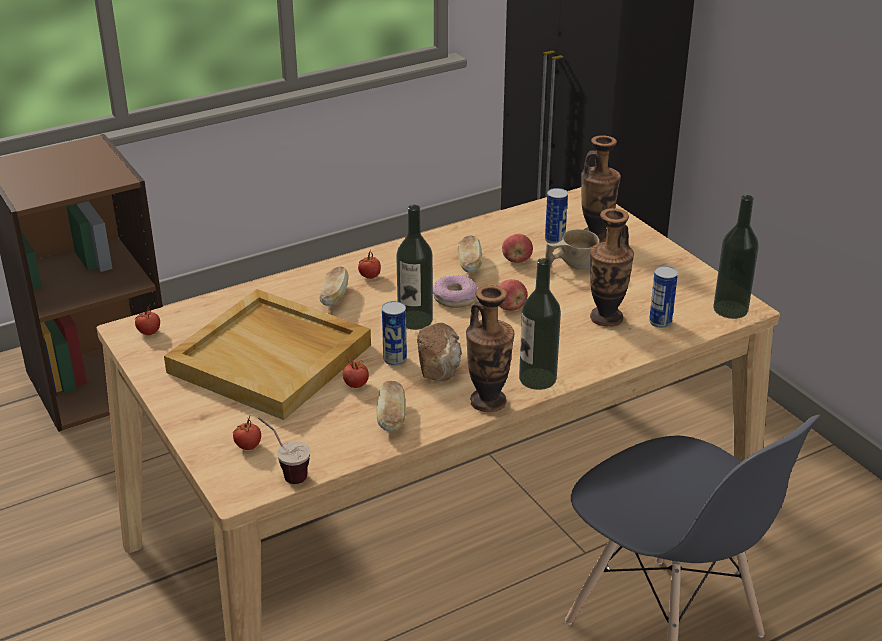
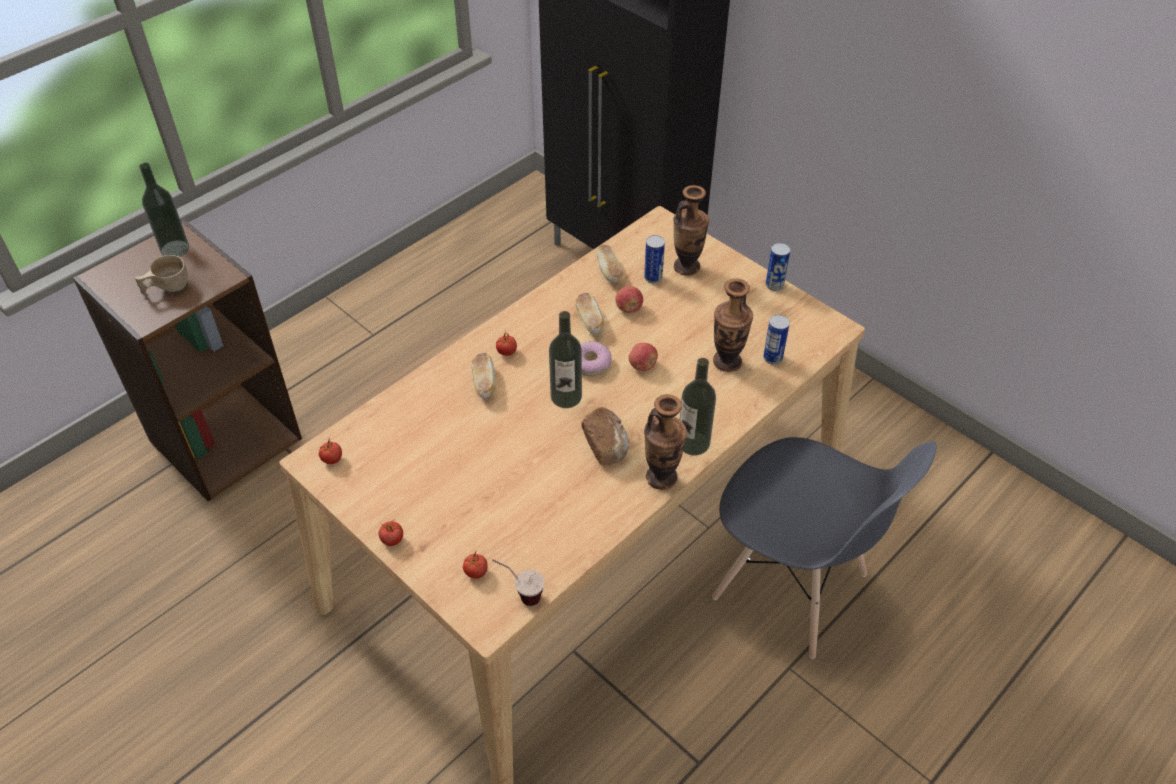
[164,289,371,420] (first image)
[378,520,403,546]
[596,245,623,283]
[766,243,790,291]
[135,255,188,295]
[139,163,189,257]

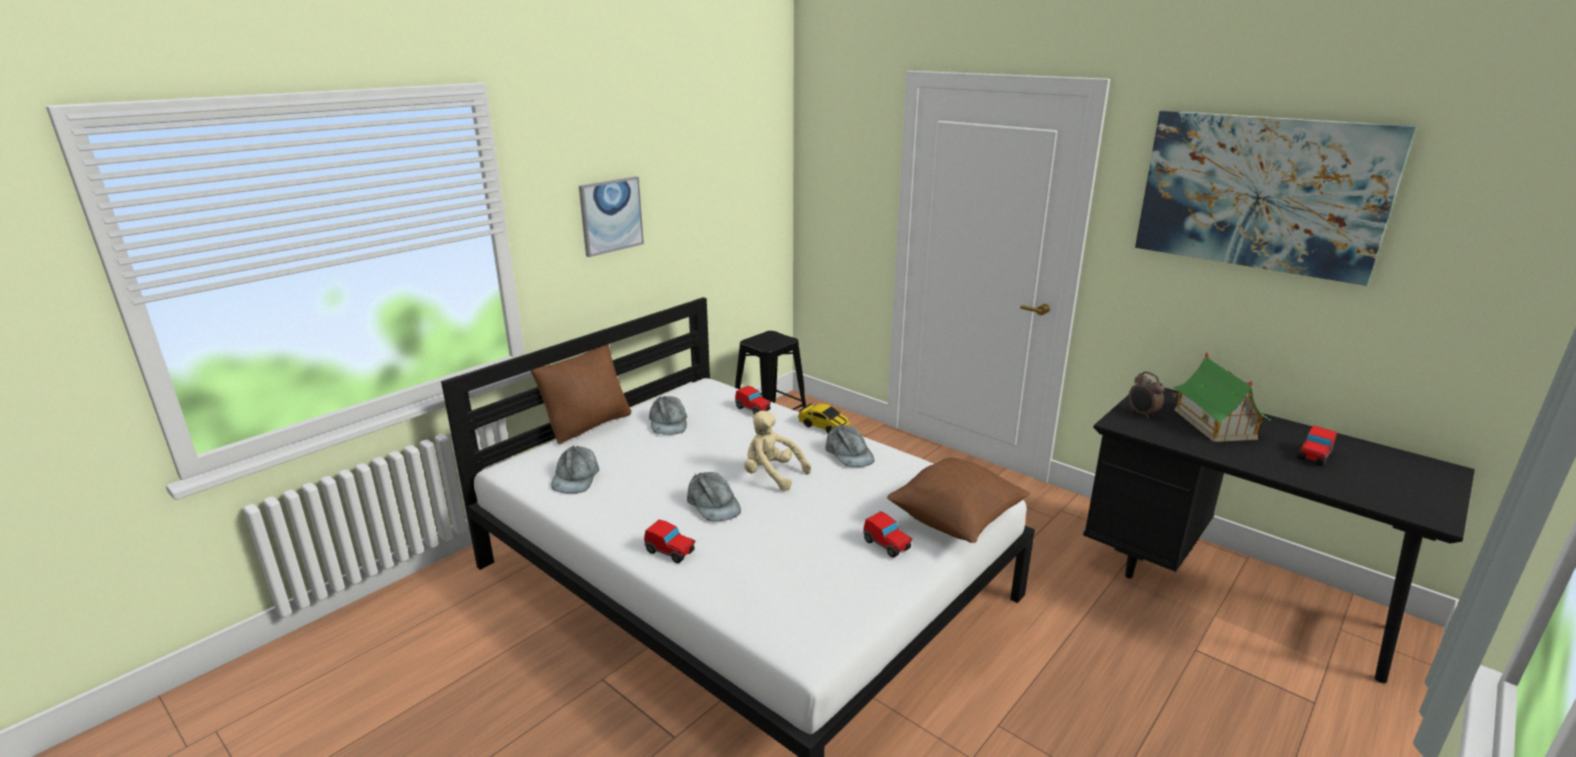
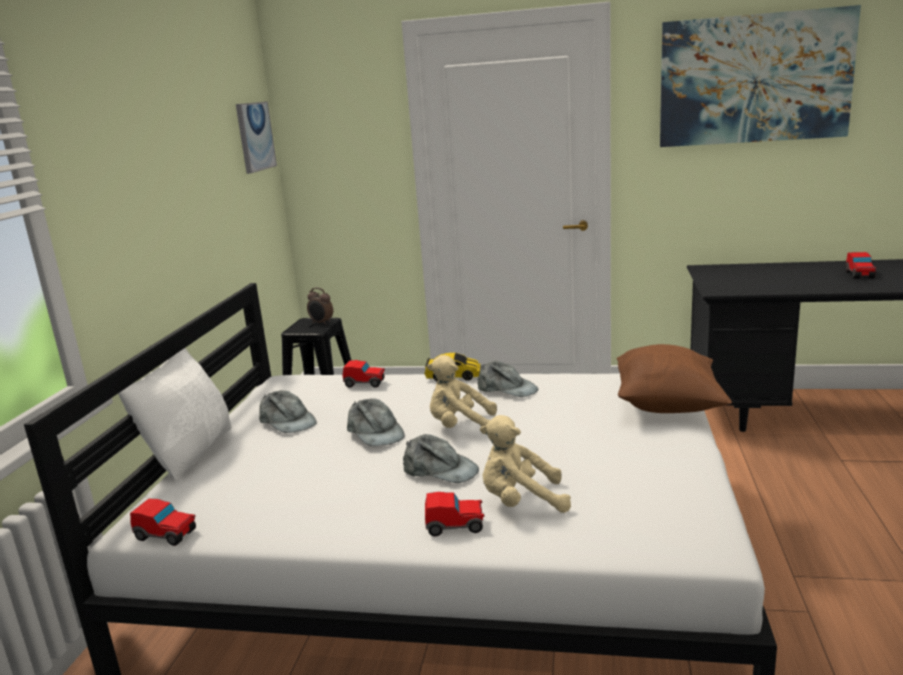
[118,348,232,481]
[347,398,405,446]
[236,102,277,174]
[130,499,196,546]
[307,288,333,325]
[1171,352,1270,442] (first image)
[480,415,571,513]

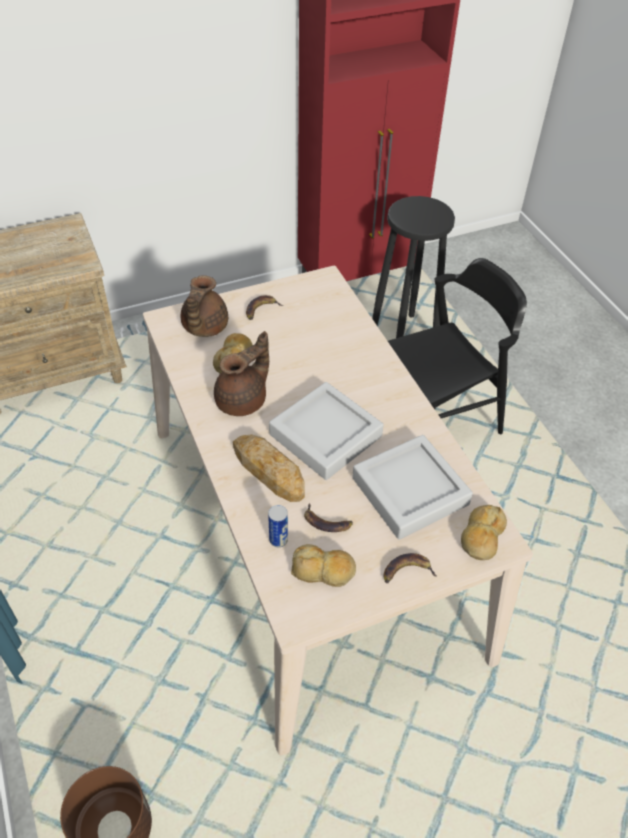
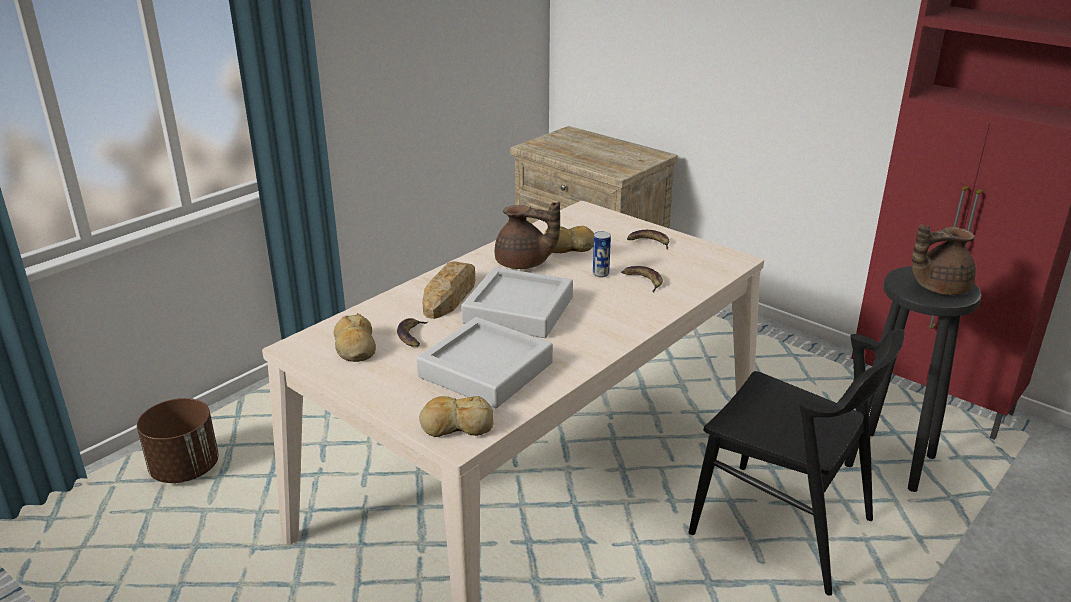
[911,224,976,295]
[593,231,611,277]
[621,266,663,292]

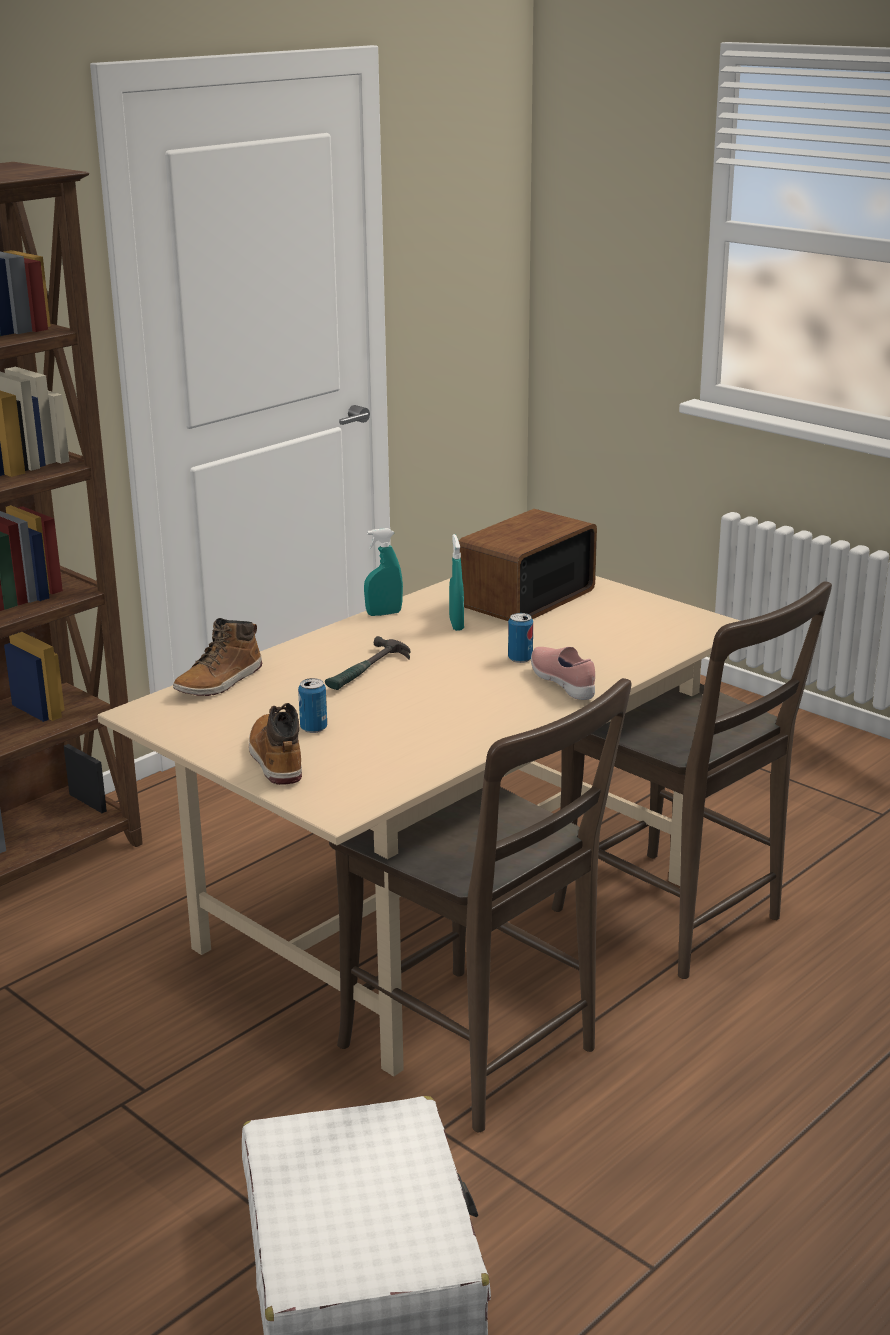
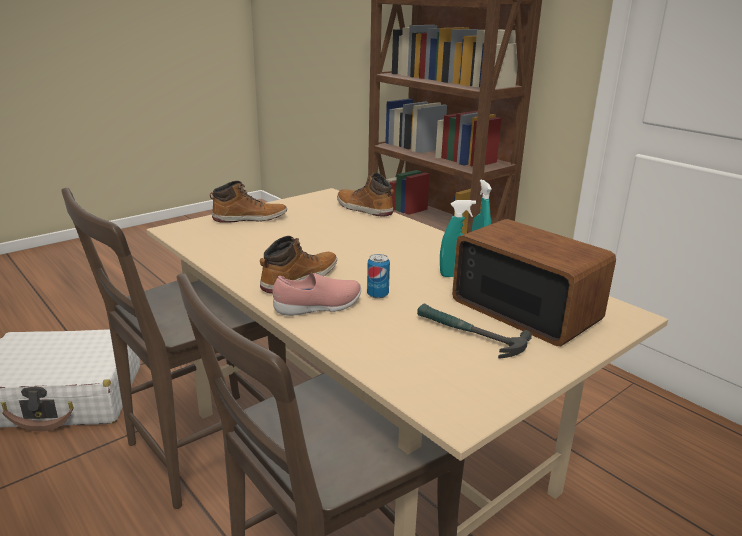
[298,678,327,733] (first image)
[417,304,532,359]
[260,236,337,294]

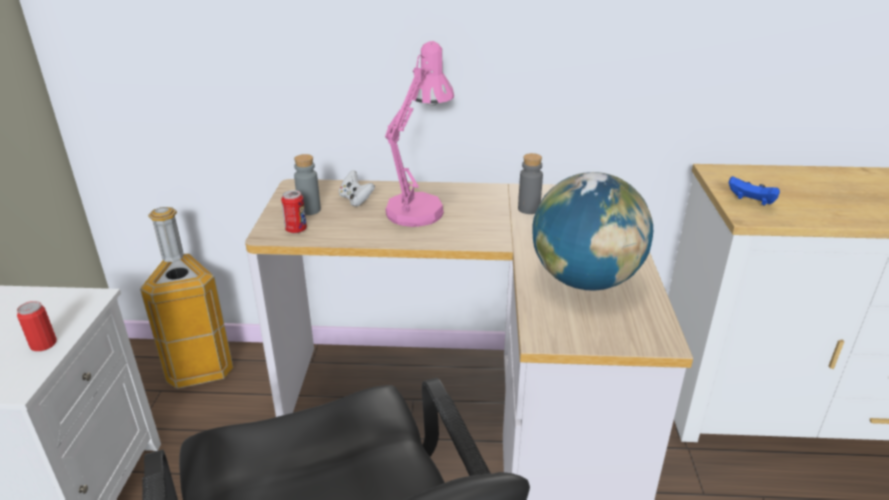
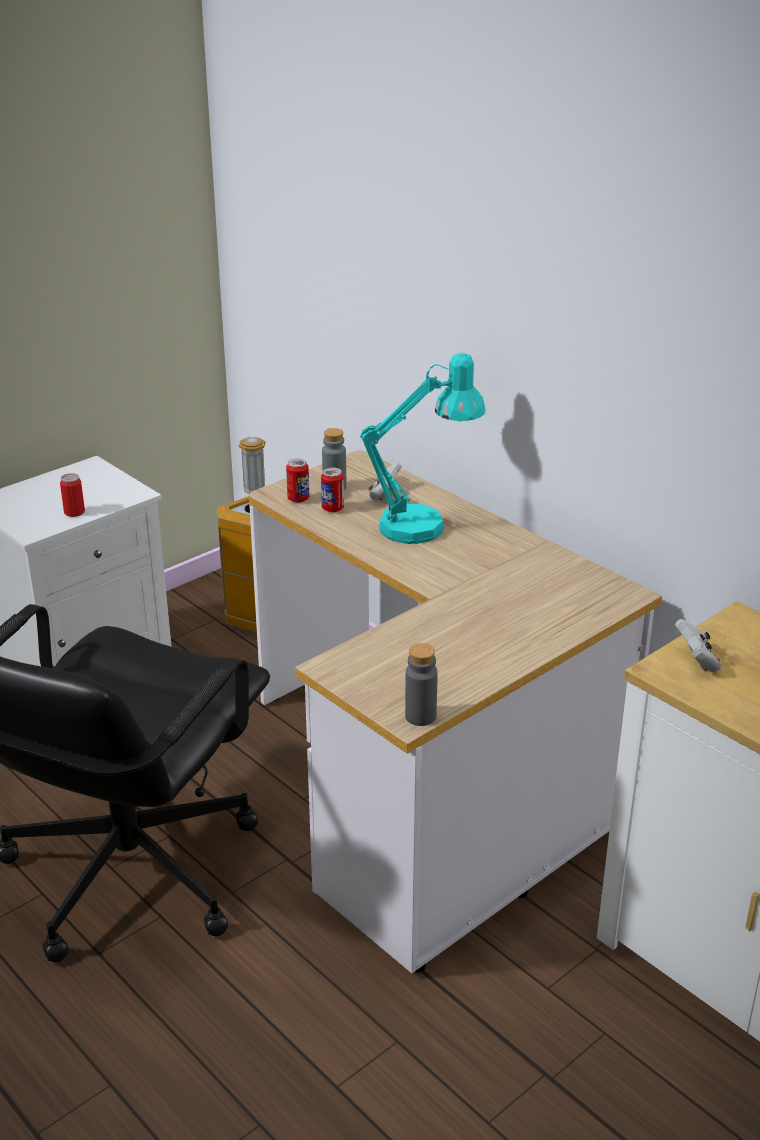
[360,353,486,544]
[405,643,438,726]
[533,172,653,291] (first image)
[675,619,722,672]
[321,468,344,512]

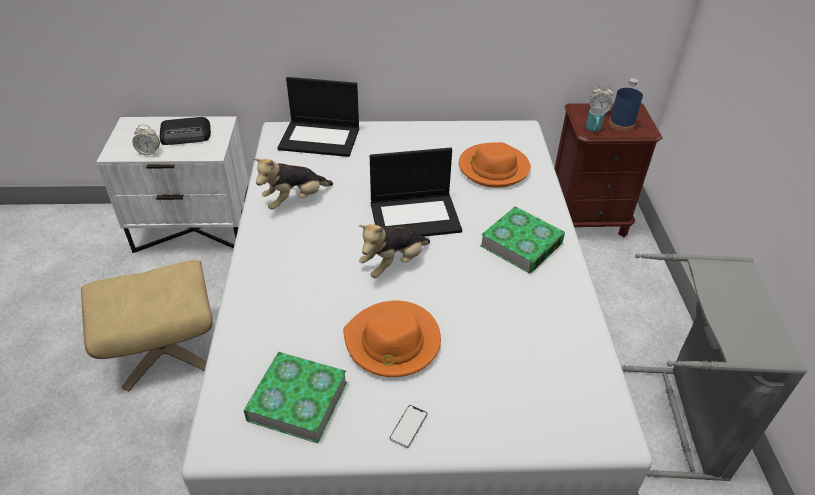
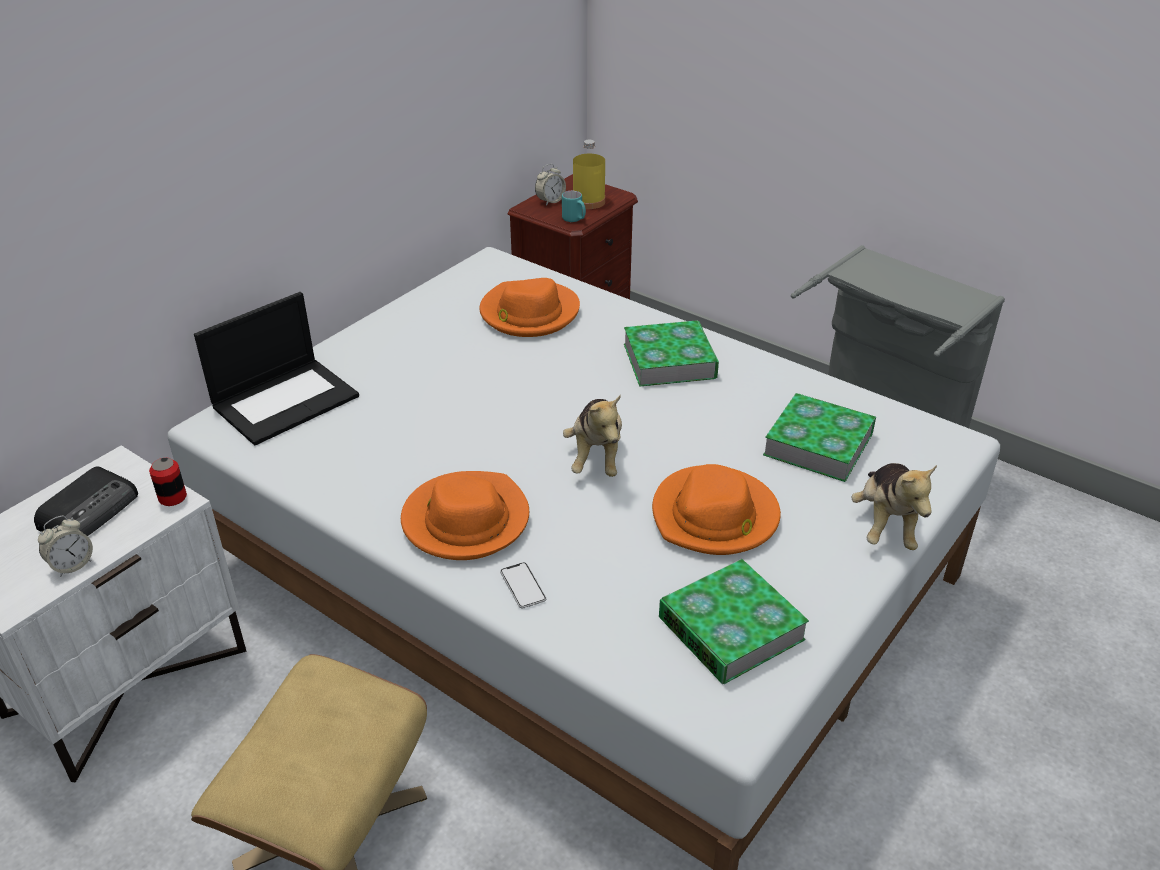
[852,463,937,550]
[370,148,462,237] (first image)
[500,562,546,608]
[573,140,605,209]
[149,458,187,506]
[401,471,529,560]
[763,393,876,482]

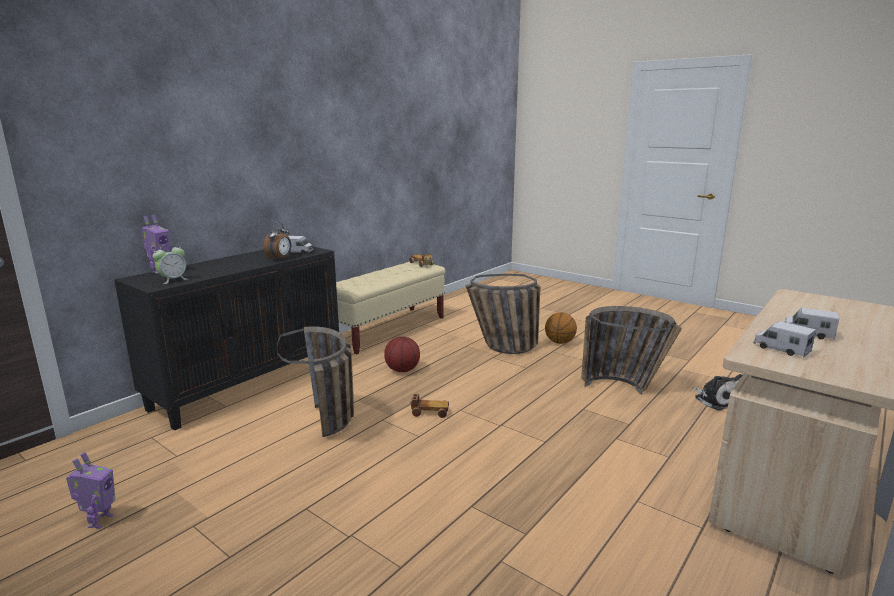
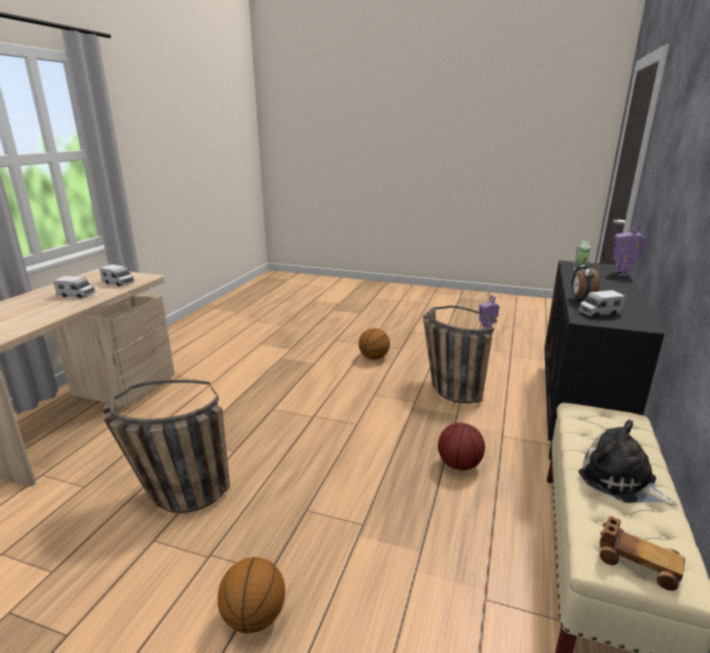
[411,394,449,418] (first image)
[465,274,540,354] (first image)
[579,420,679,506]
[359,328,390,360]

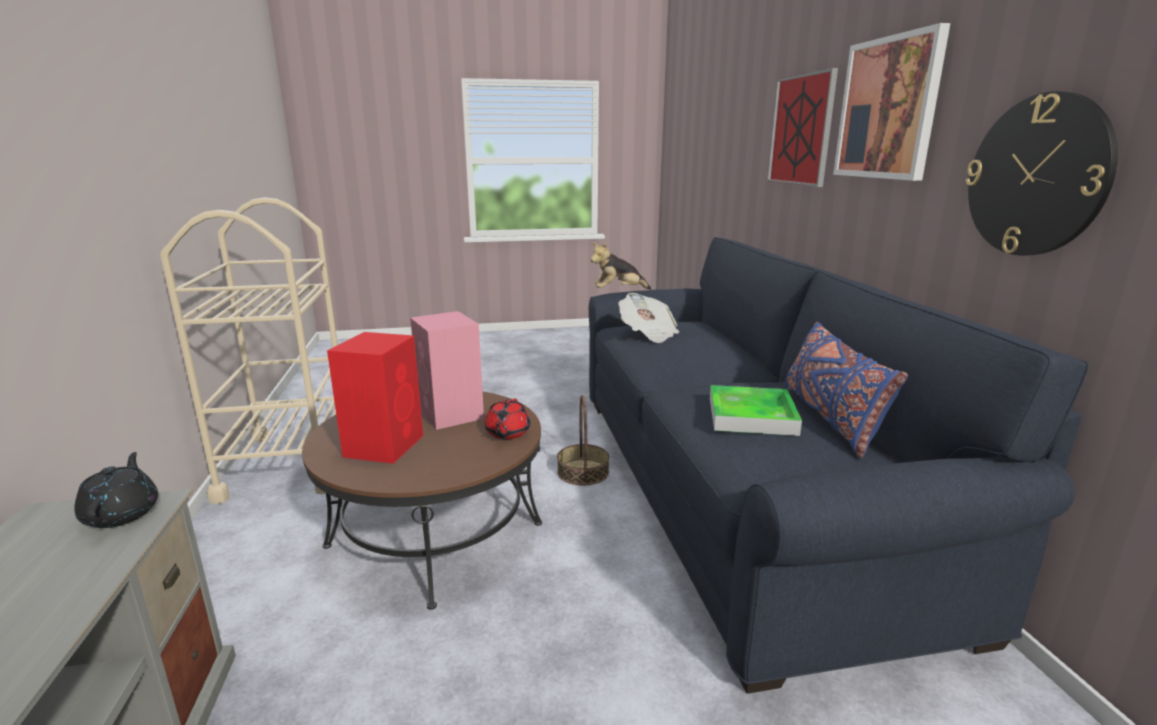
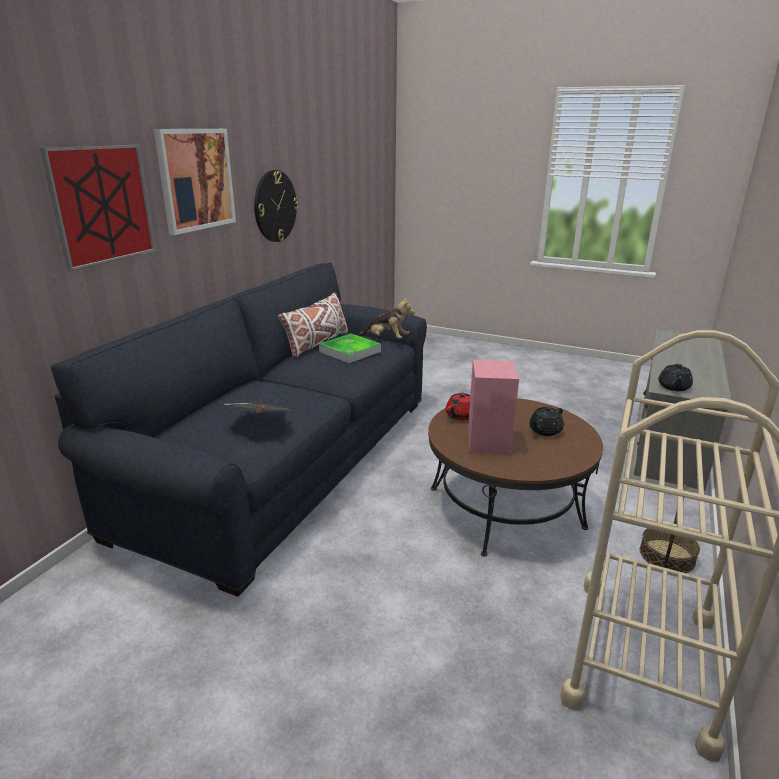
[529,407,564,436]
[640,484,700,573]
[358,297,415,339]
[278,292,348,358]

